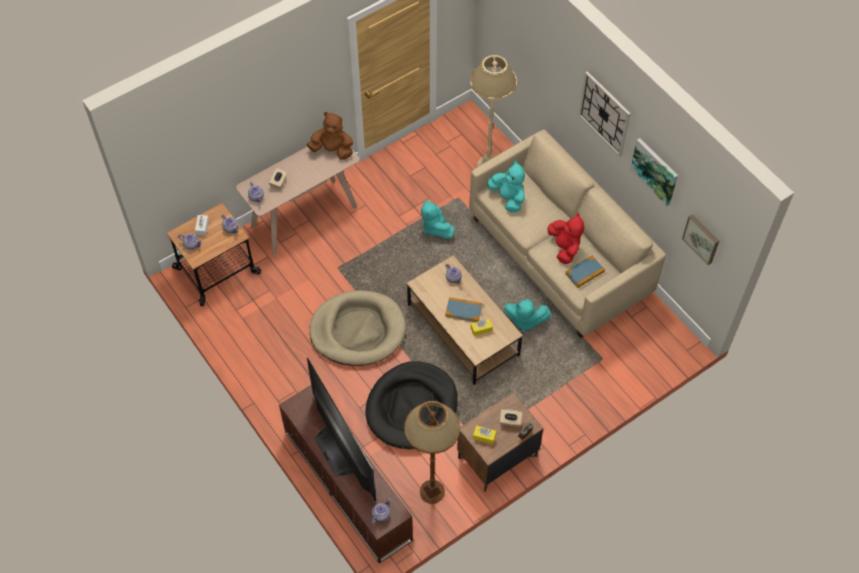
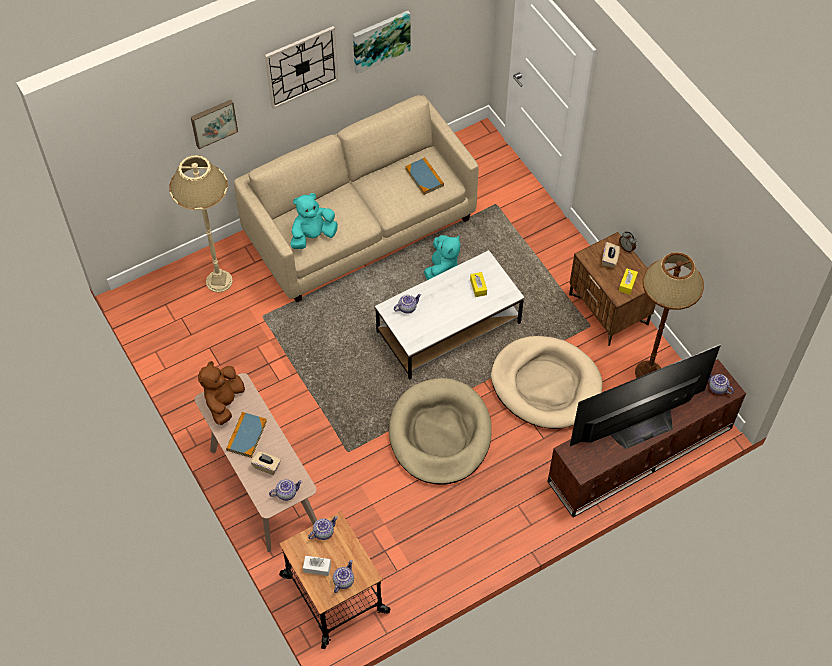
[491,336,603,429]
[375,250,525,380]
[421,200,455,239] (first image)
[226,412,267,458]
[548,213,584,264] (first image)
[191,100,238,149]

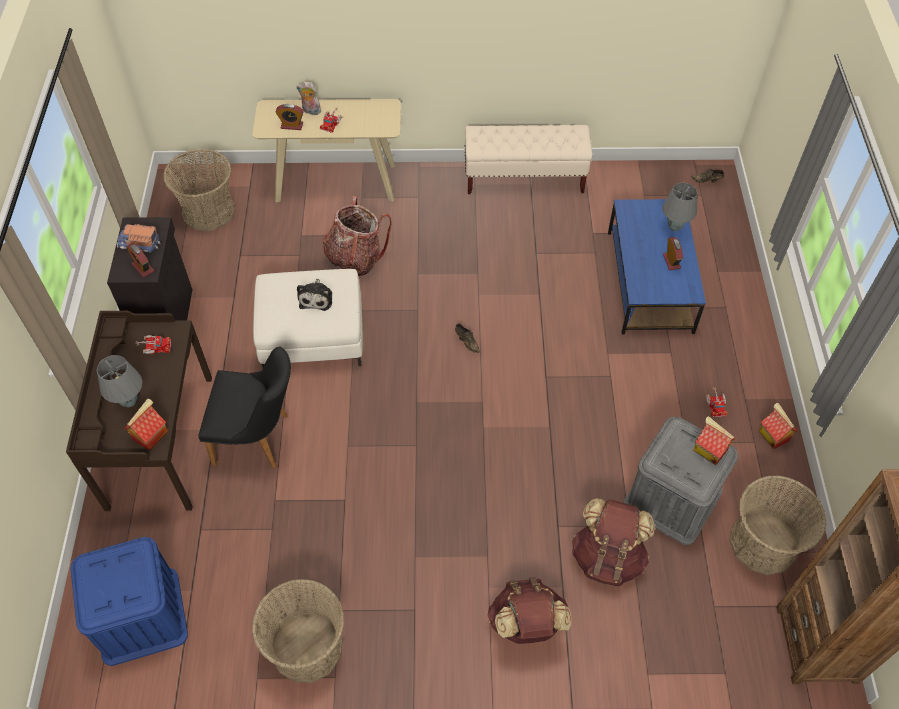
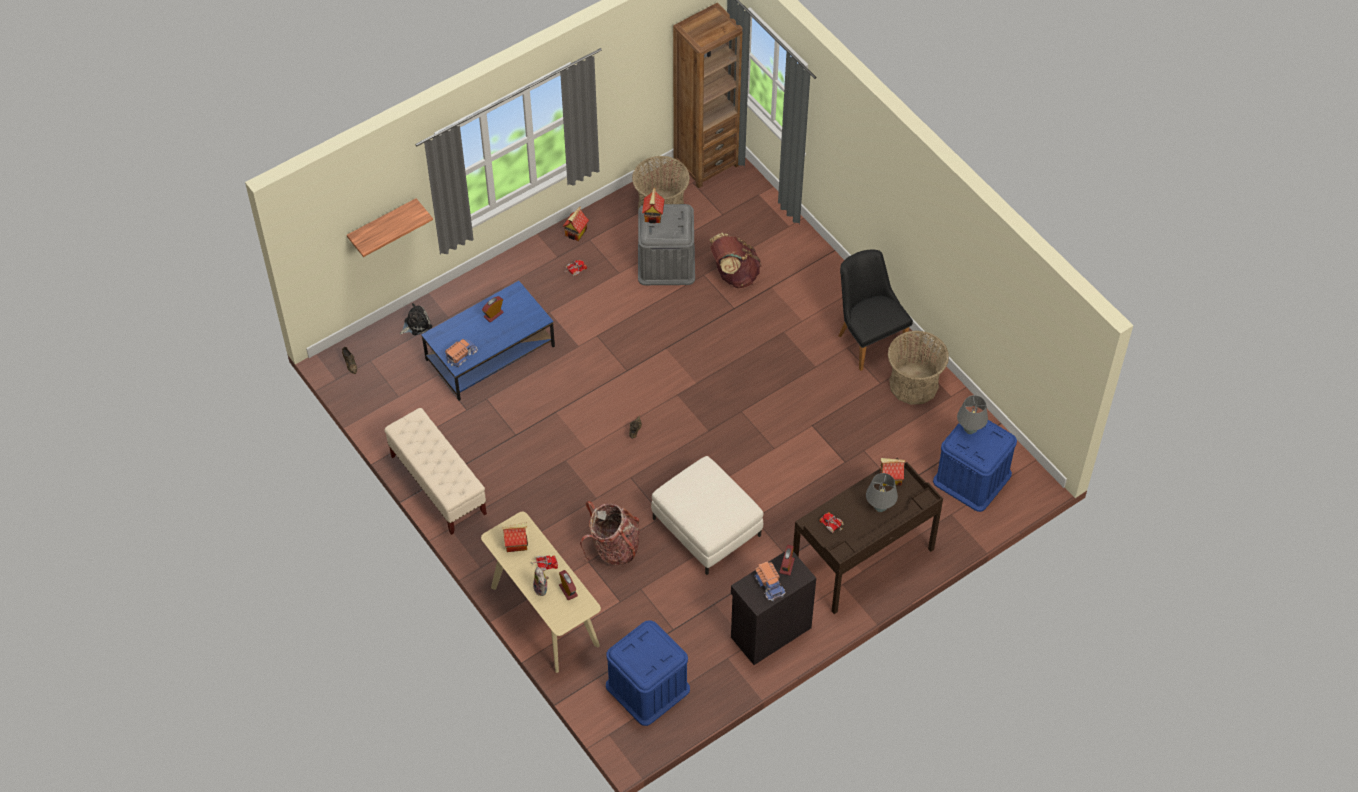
[606,620,690,726]
[838,250,913,371]
[400,303,432,335]
[487,577,571,644] (first image)
[957,395,988,434]
[347,198,433,257]
[445,339,478,367]
[502,522,528,552]

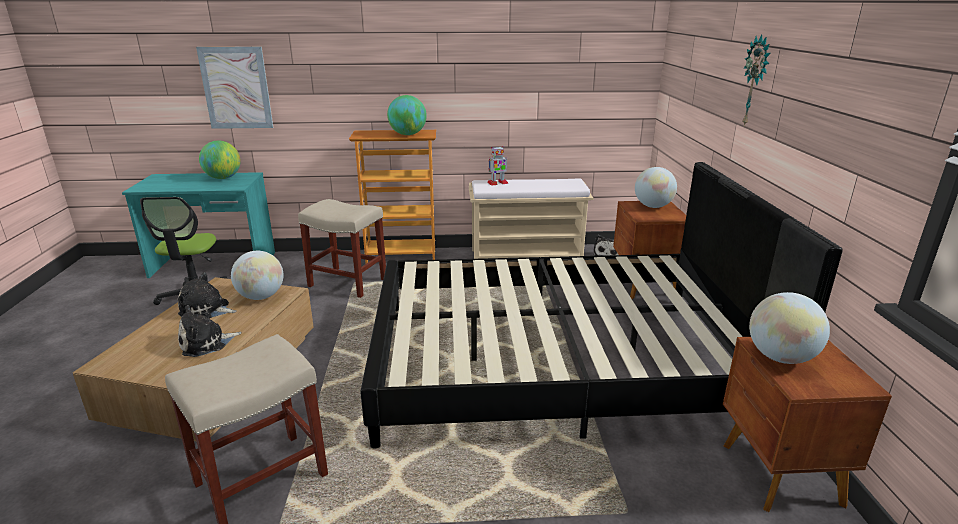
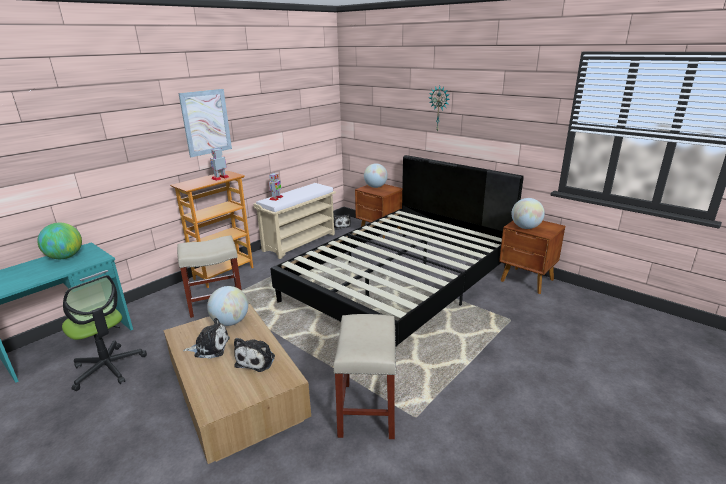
[183,318,230,359]
[178,89,232,157]
[210,148,229,181]

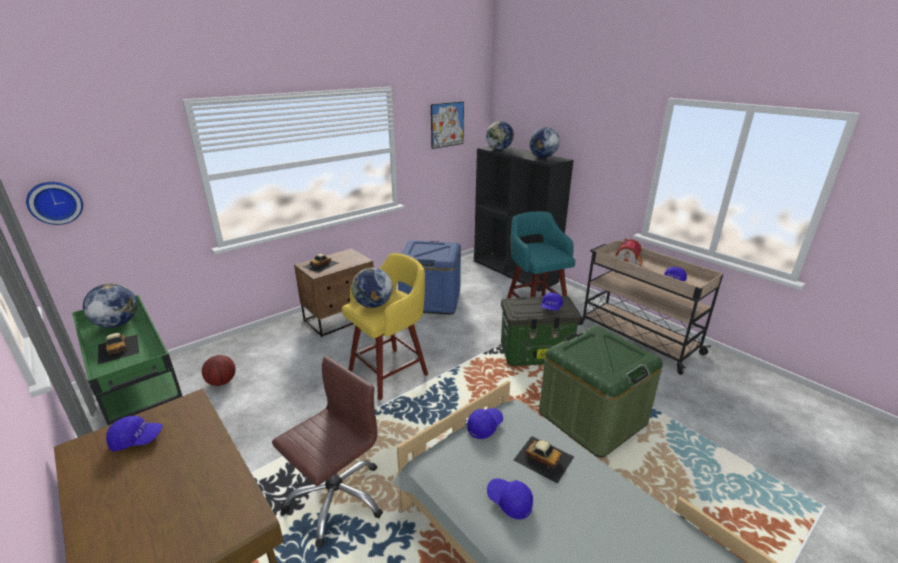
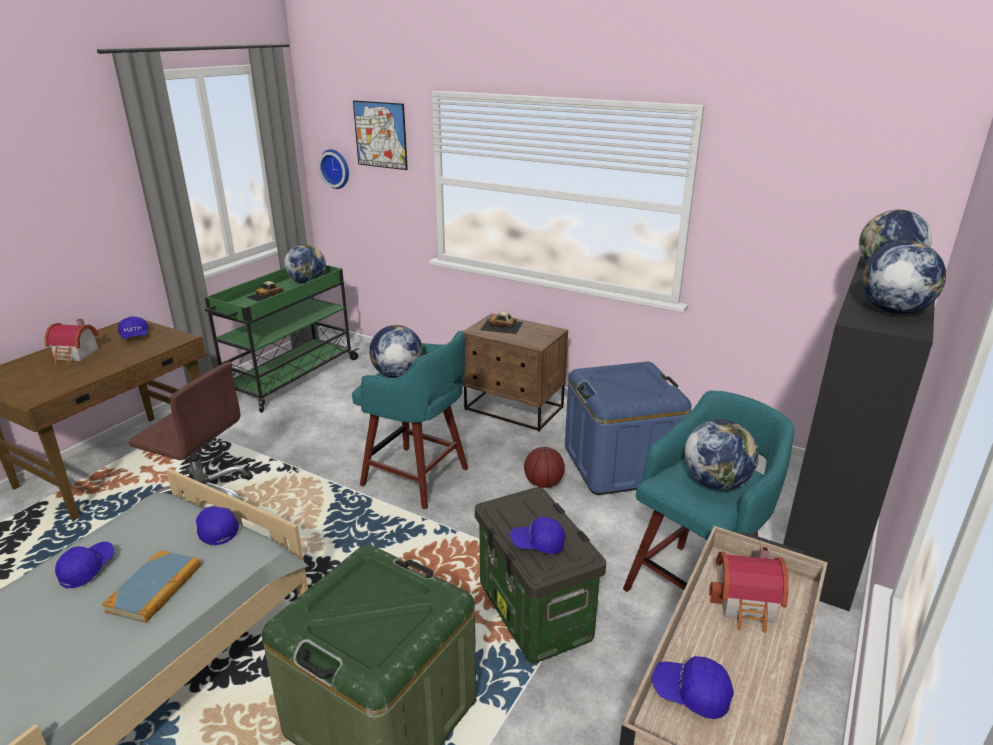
[524,447,565,488]
[352,330,468,510]
[353,100,408,170]
[196,506,239,546]
[102,550,201,623]
[45,319,99,364]
[684,419,759,490]

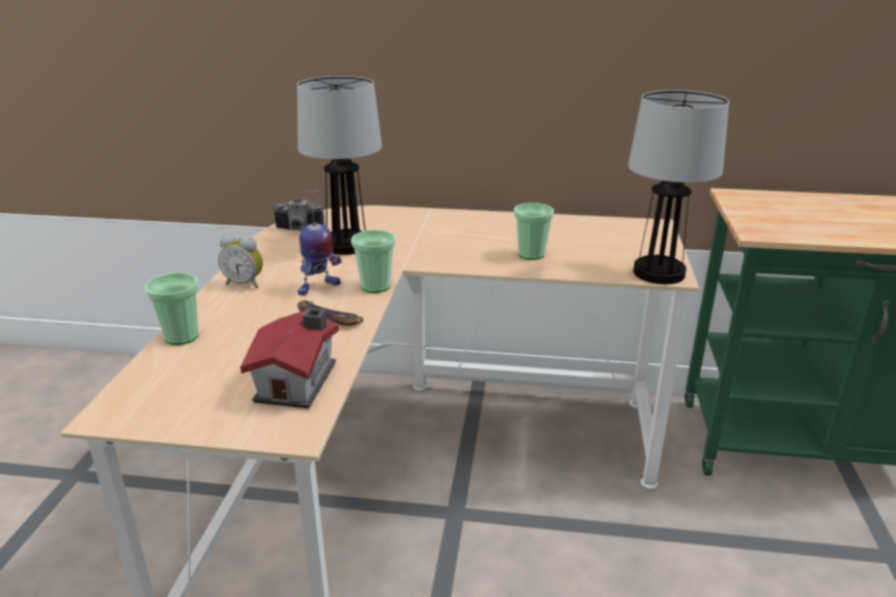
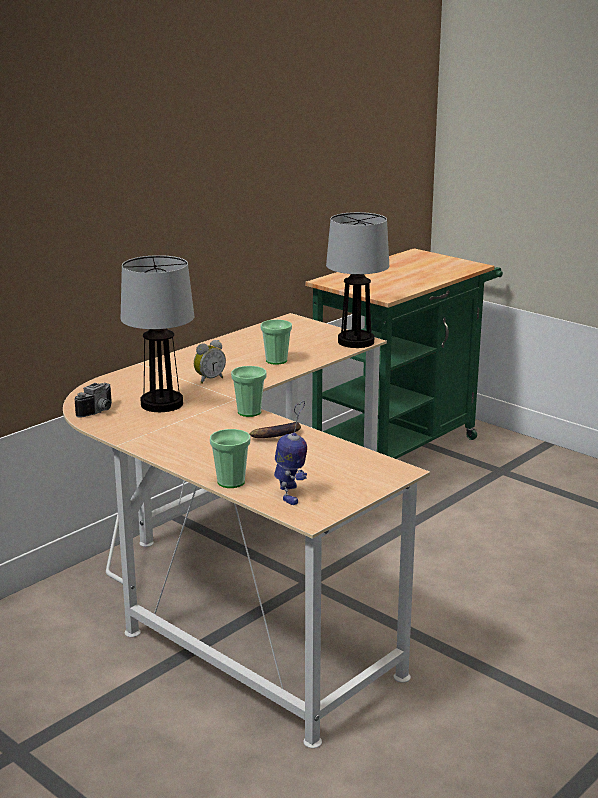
[194,340,226,384]
[240,308,339,408] (first image)
[274,401,307,505]

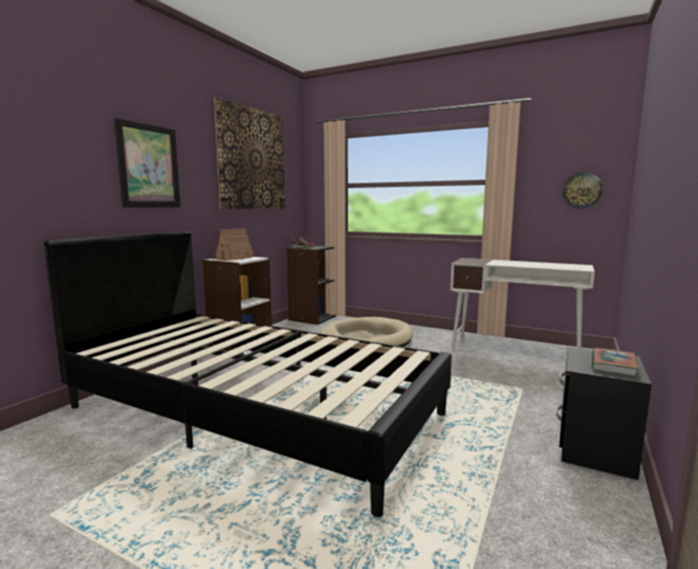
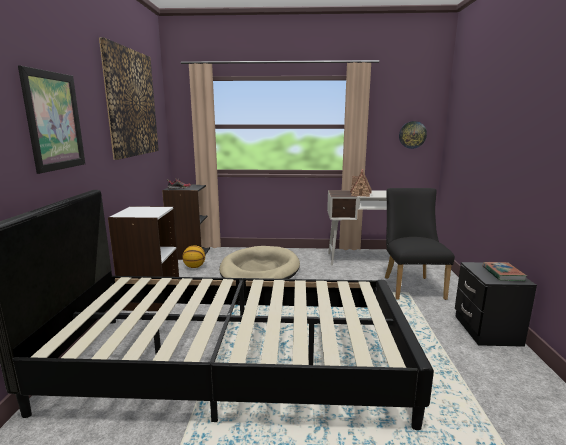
[350,169,372,197]
[183,245,205,268]
[385,188,455,300]

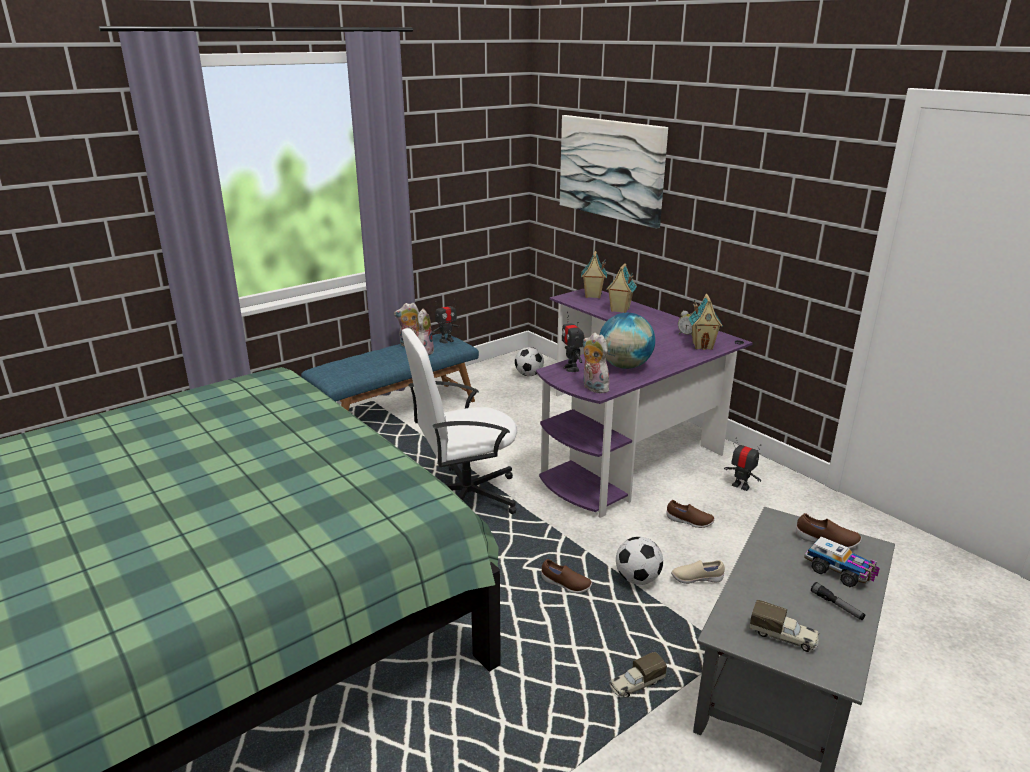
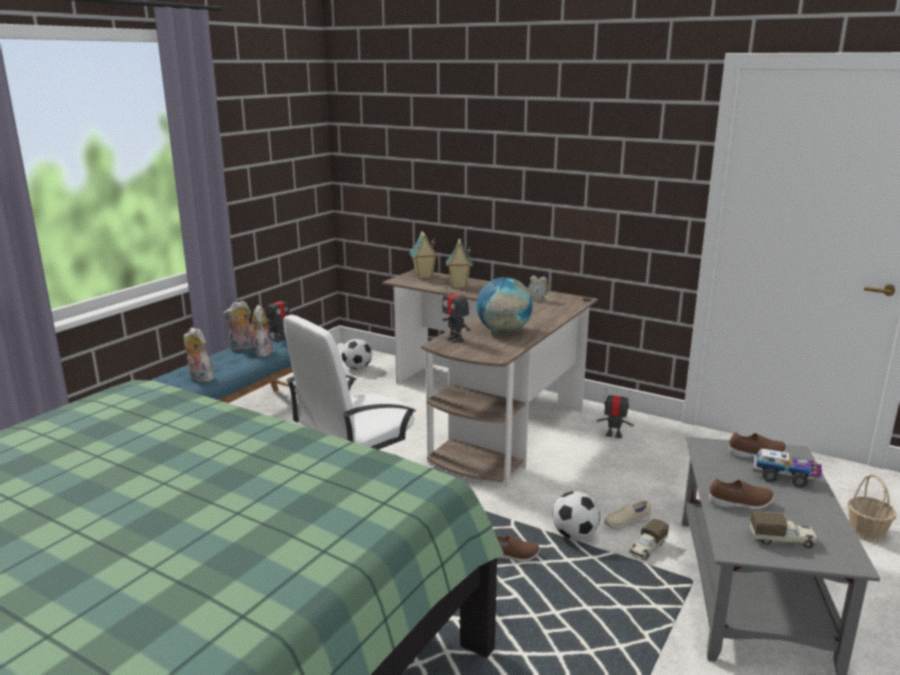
[382,269,598,487]
[560,115,668,229] (first image)
[183,327,214,382]
[629,518,669,560]
[709,479,774,510]
[688,294,723,350] (first image)
[811,582,865,620] (first image)
[848,474,896,542]

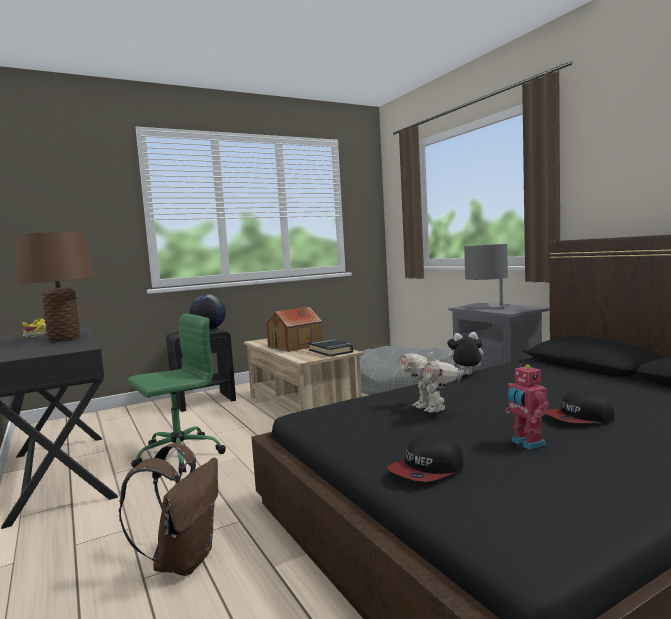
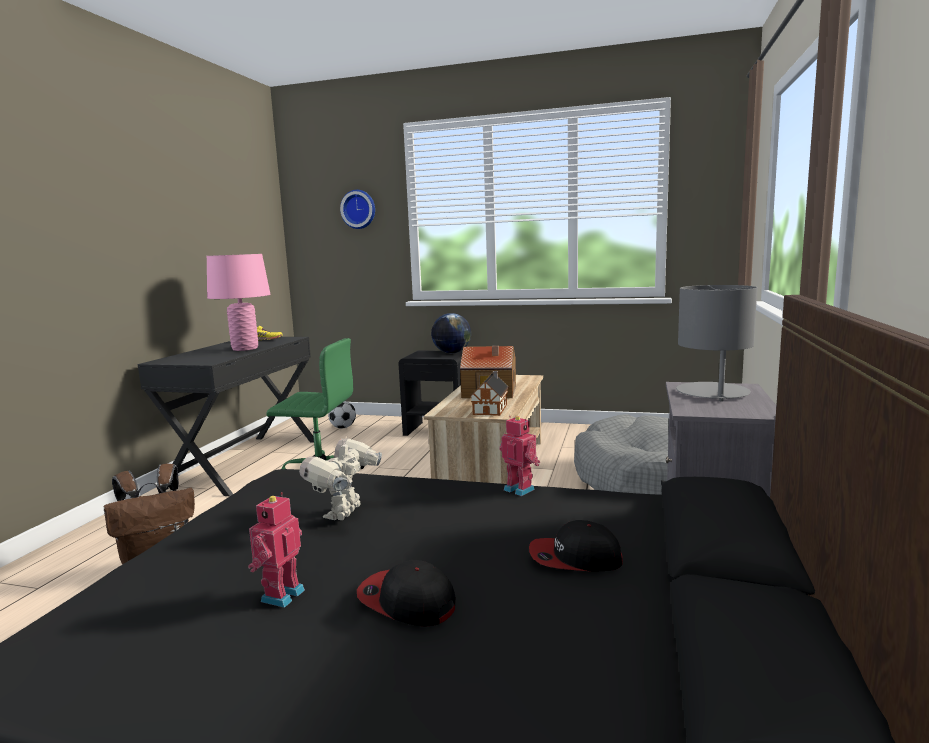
[207,254,271,351]
[470,371,509,416]
[529,520,623,571]
[499,416,540,496]
[328,401,356,428]
[340,190,375,229]

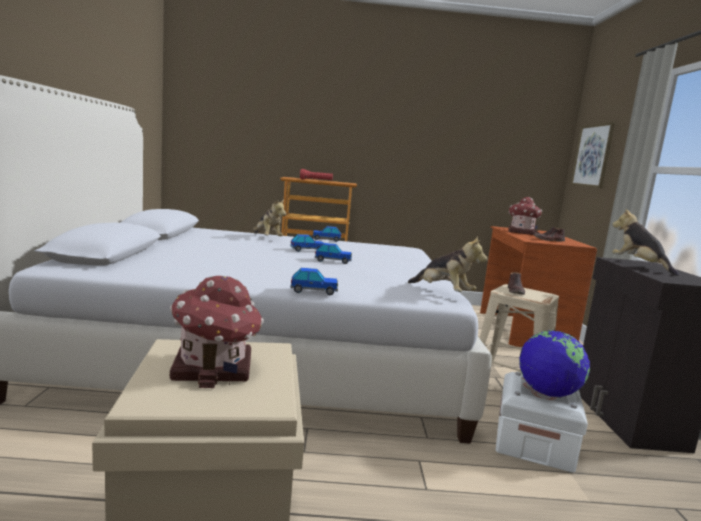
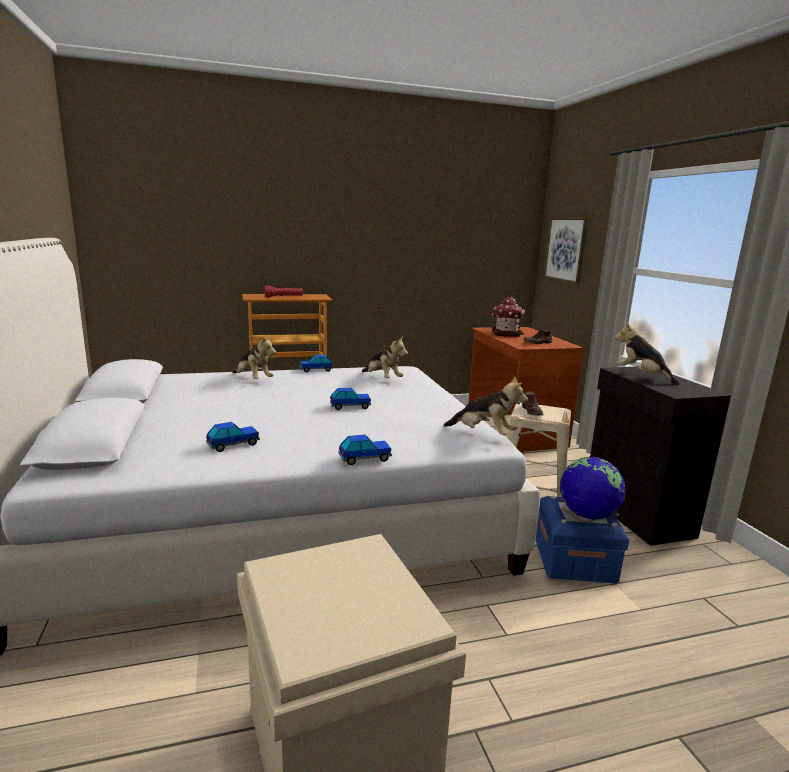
[170,276,264,388] (first image)
[206,422,260,452]
[536,495,629,584]
[362,337,408,378]

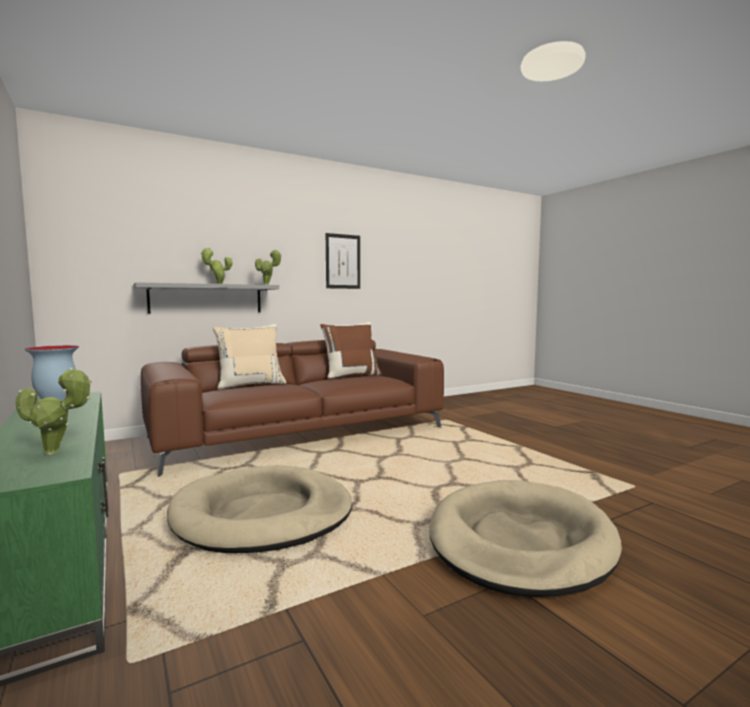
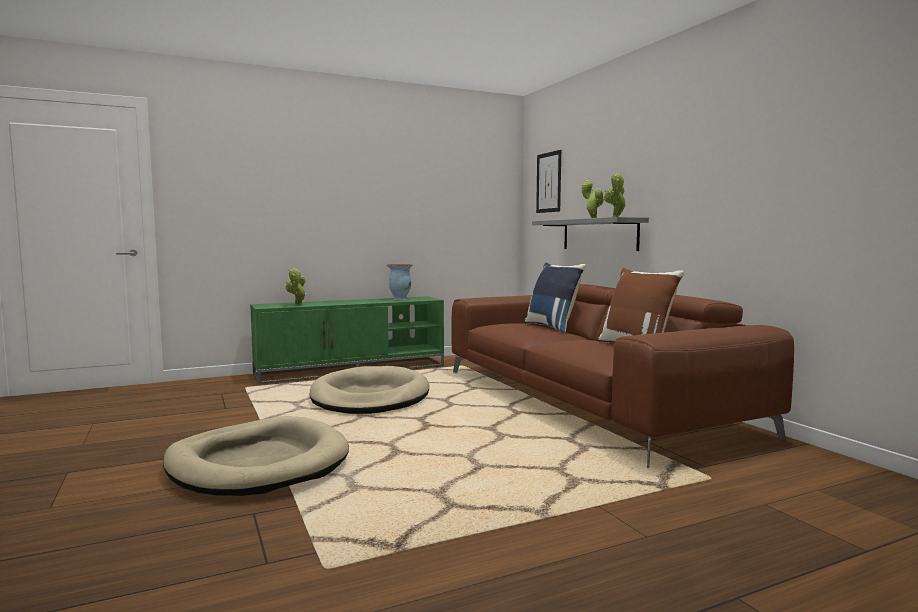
[525,263,586,333]
[536,150,561,213]

